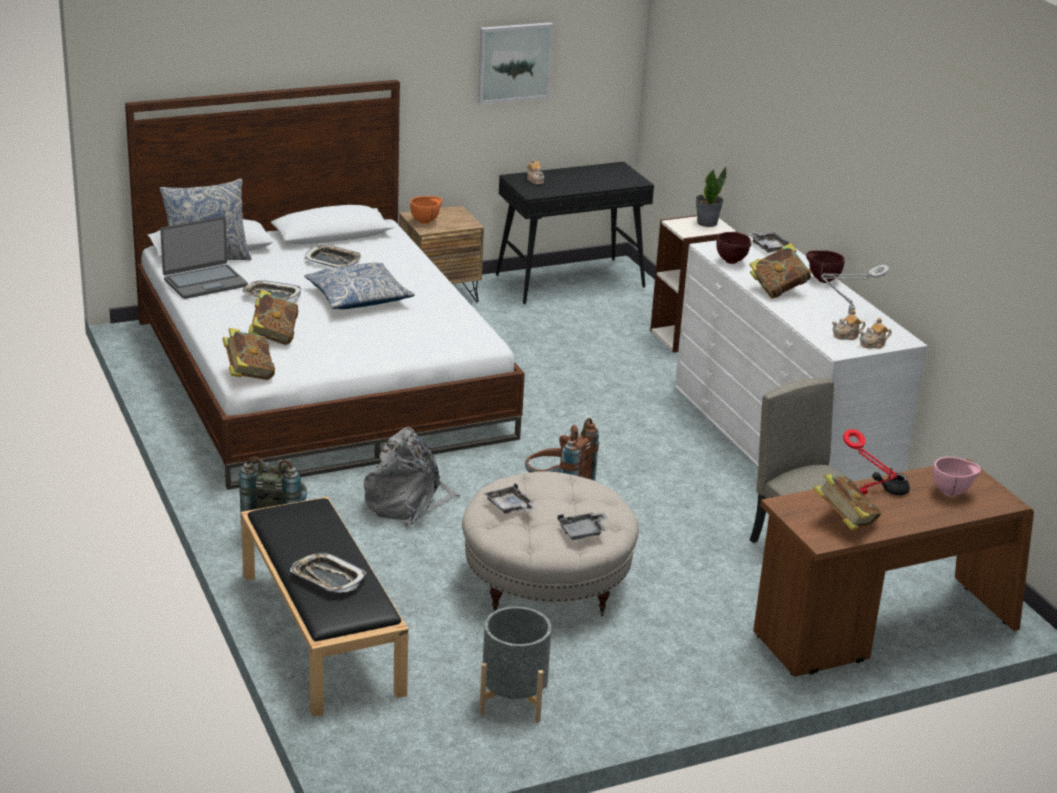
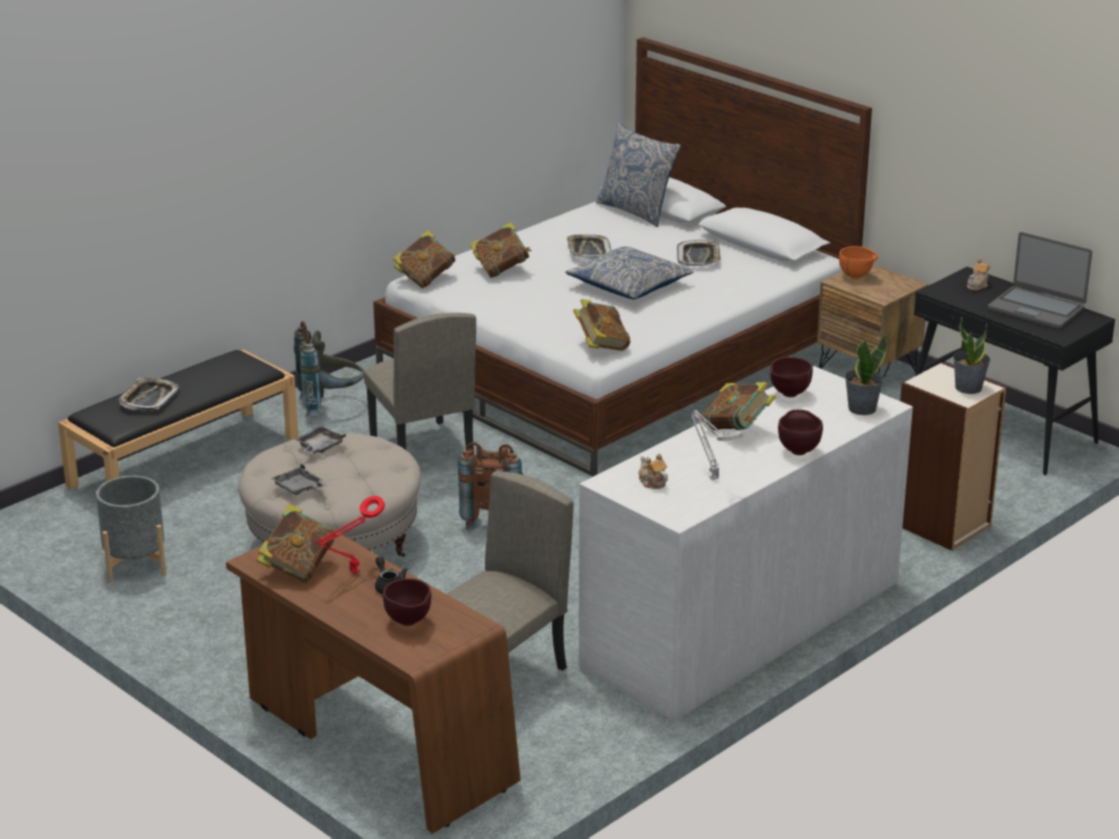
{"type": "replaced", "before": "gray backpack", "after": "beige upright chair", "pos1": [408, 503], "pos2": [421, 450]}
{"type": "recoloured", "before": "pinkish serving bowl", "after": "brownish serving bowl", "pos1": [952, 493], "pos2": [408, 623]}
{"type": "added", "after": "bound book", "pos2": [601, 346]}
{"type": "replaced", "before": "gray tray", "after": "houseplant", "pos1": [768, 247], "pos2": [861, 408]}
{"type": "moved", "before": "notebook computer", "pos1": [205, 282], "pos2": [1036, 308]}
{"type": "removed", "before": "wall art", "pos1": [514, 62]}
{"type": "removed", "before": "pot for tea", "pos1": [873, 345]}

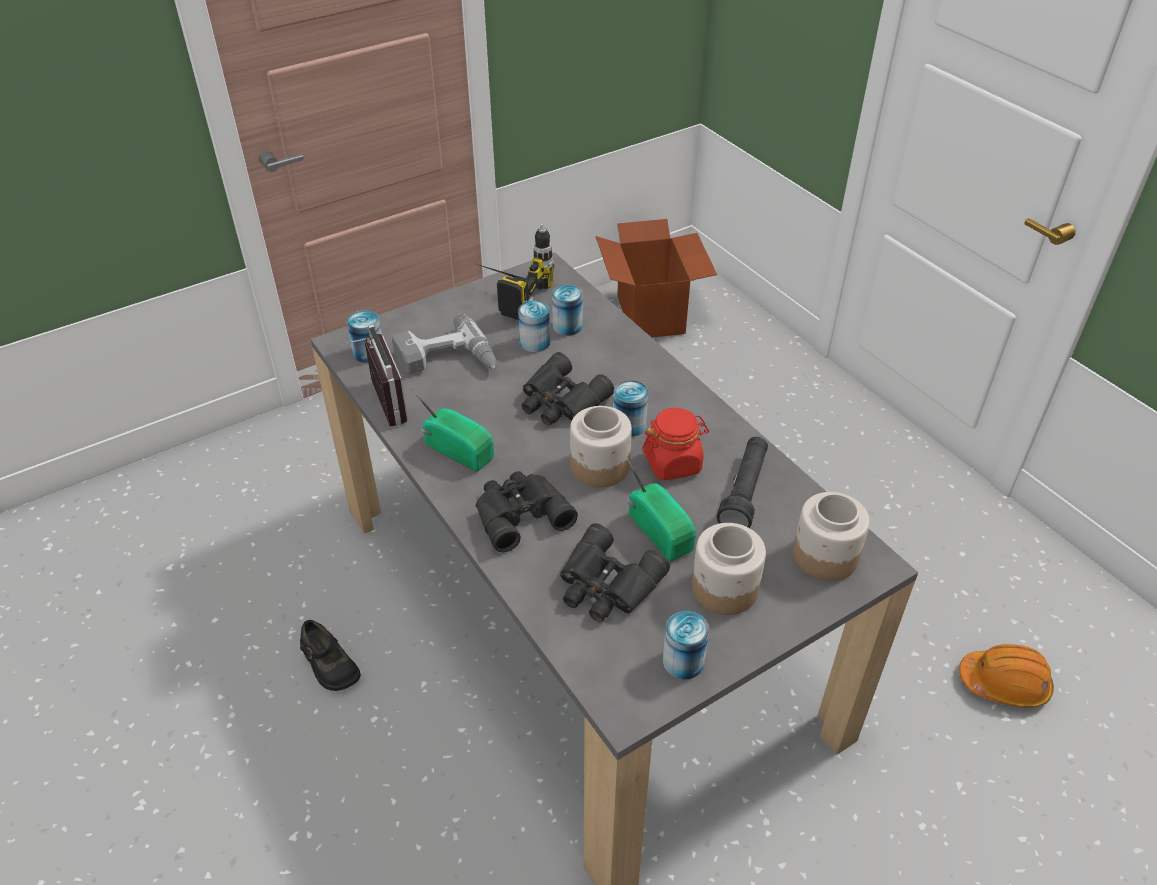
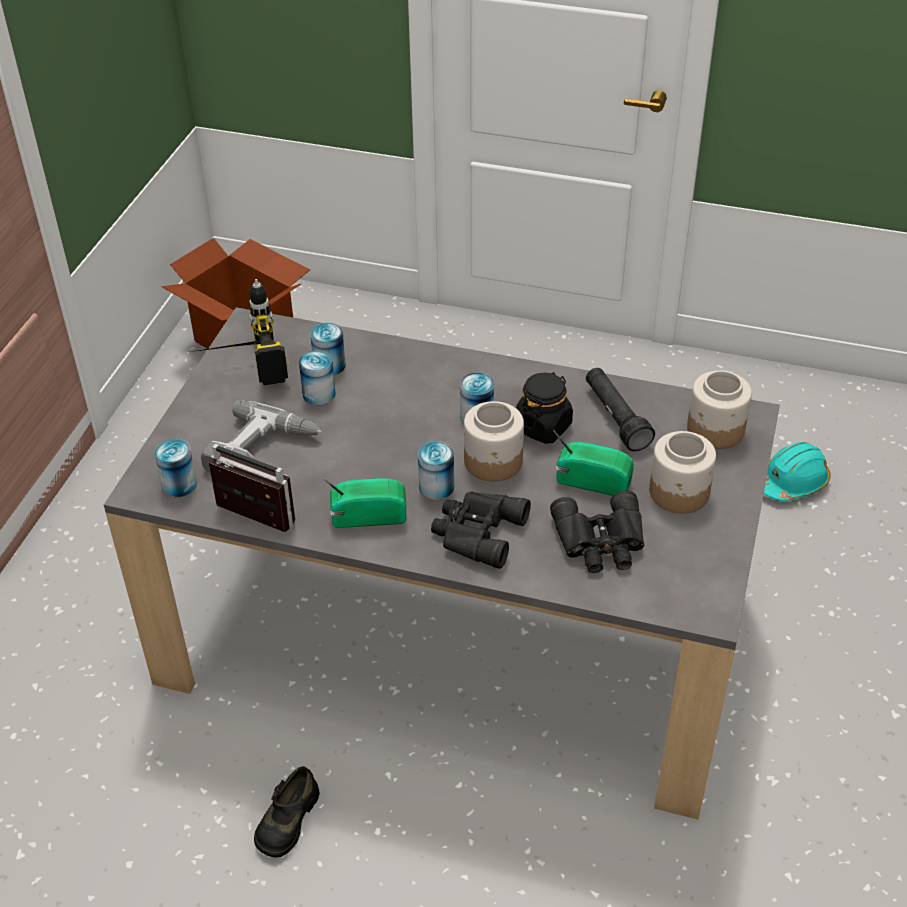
{"type": "turned", "before": "blackish shoe", "pos1": [329, 664], "pos2": [287, 820], "turn": 105}
{"type": "moved", "before": "sealed can", "pos1": [683, 661], "pos2": [436, 487]}
{"type": "recoloured", "before": "red preserve jar", "after": "blackish preserve jar", "pos1": [673, 463], "pos2": [543, 427]}
{"type": "recoloured", "before": "orange-coloured safety helmet", "after": "blue-green safety helmet", "pos1": [1004, 683], "pos2": [791, 482]}
{"type": "removed", "before": "blackish pair of binoculars", "pos1": [560, 401]}

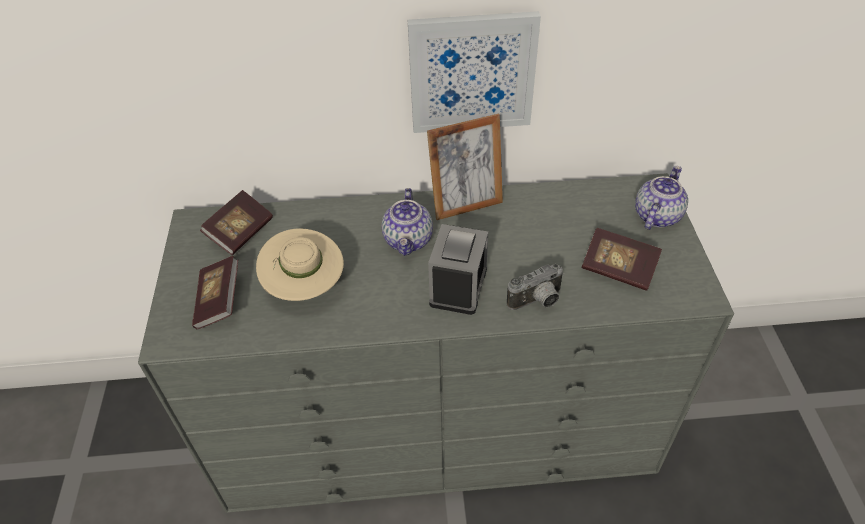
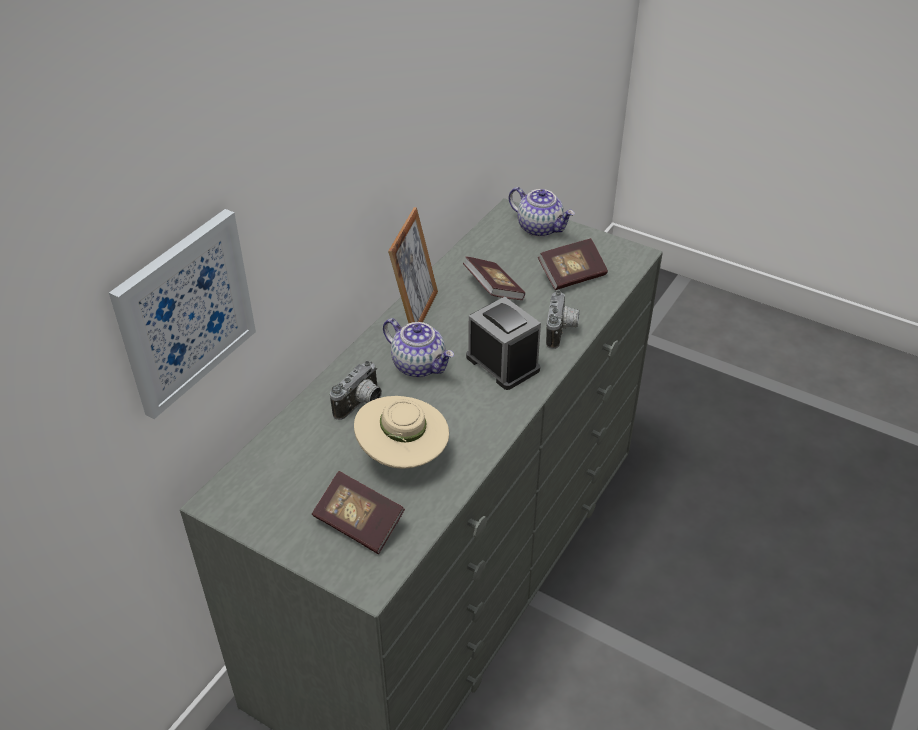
{"type": "moved", "before": "wall art", "pos1": [472, 73], "pos2": [185, 312]}
{"type": "added", "after": "still camera", "pos2": [361, 404]}
{"type": "moved", "before": "bound book", "pos1": [240, 232], "pos2": [493, 290]}
{"type": "turned", "before": "pot for tea", "pos1": [656, 215], "pos2": [540, 228], "turn": 150}

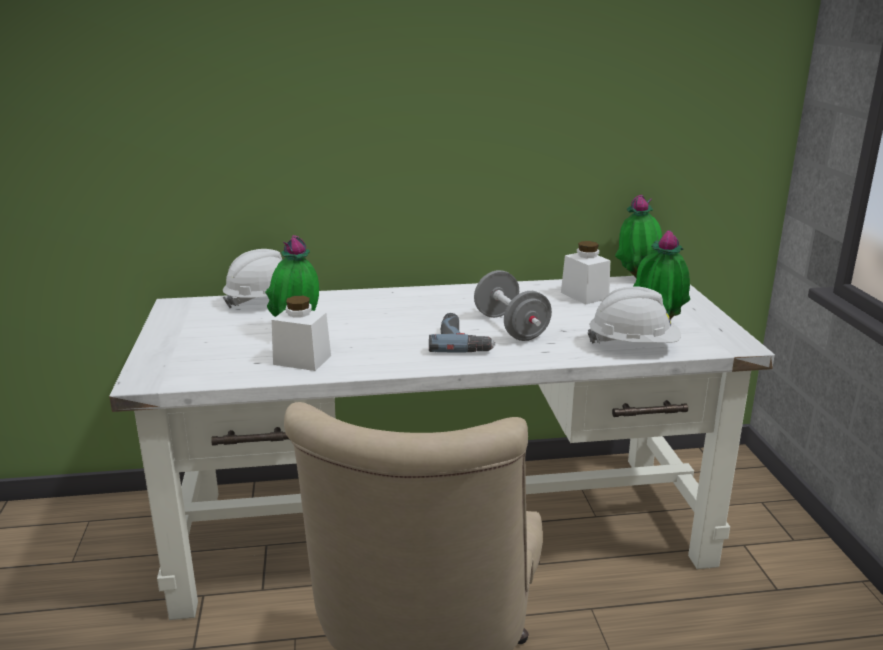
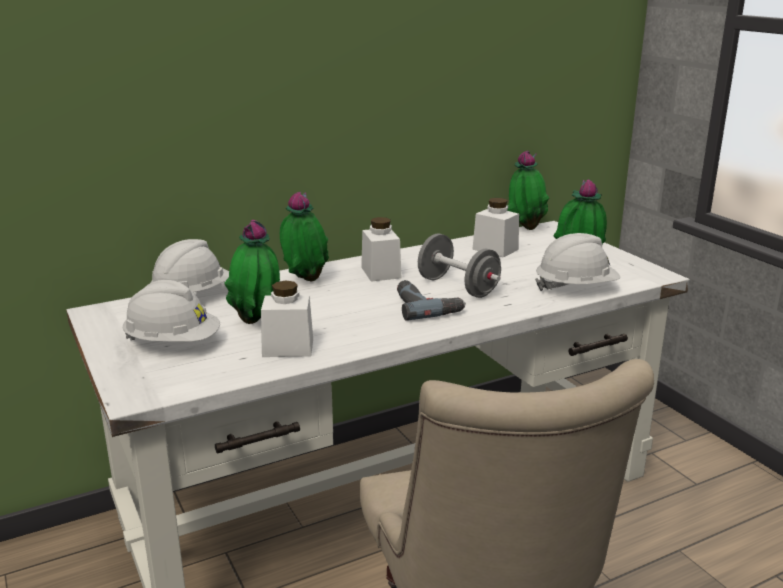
{"type": "added", "after": "whitish safety helmet", "pos2": [173, 343]}
{"type": "added", "after": "houseplant", "pos2": [304, 281]}
{"type": "added", "after": "whitish preserve jar", "pos2": [381, 272]}

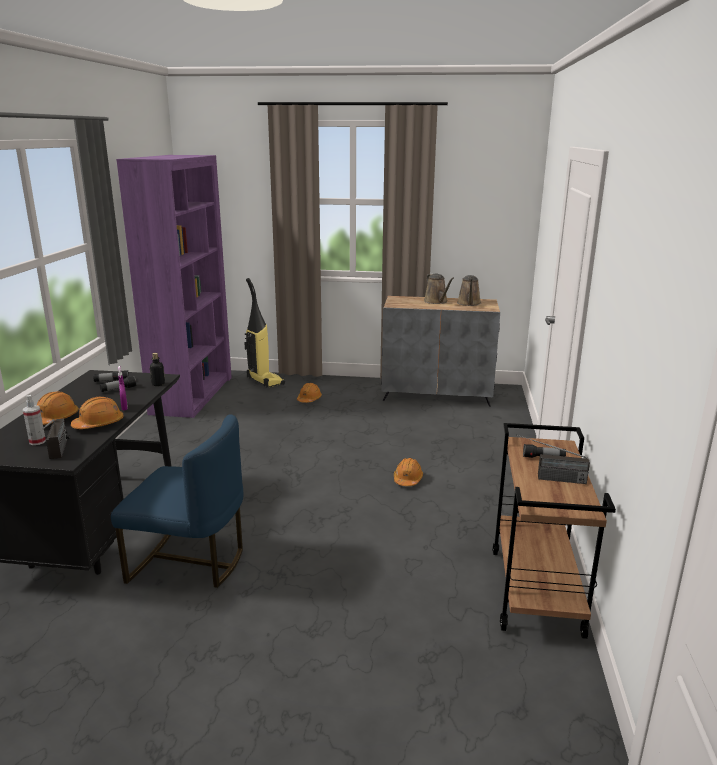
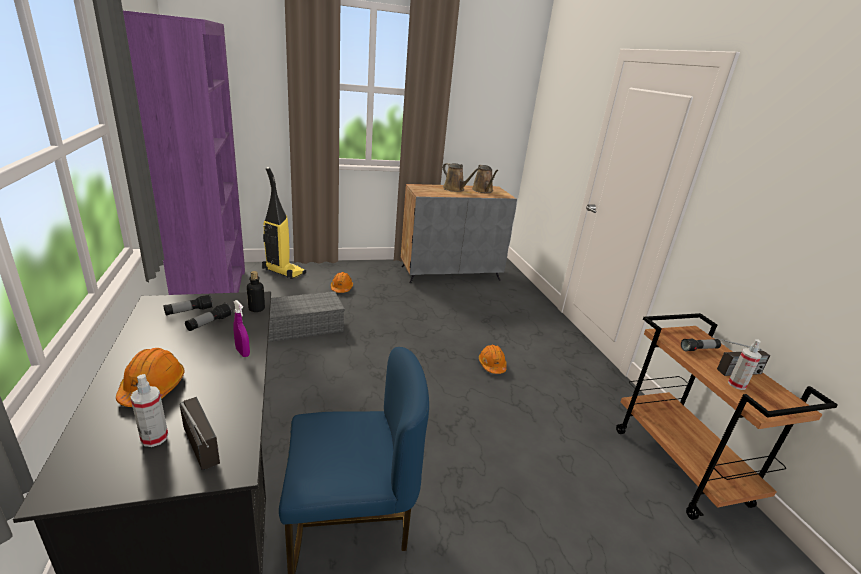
{"type": "added", "after": "gray storage box", "pos2": [301, 326]}
{"type": "added", "after": "sprayer", "pos2": [736, 384]}
{"type": "removed", "before": "orange-coloured safety helmet", "pos1": [99, 424]}

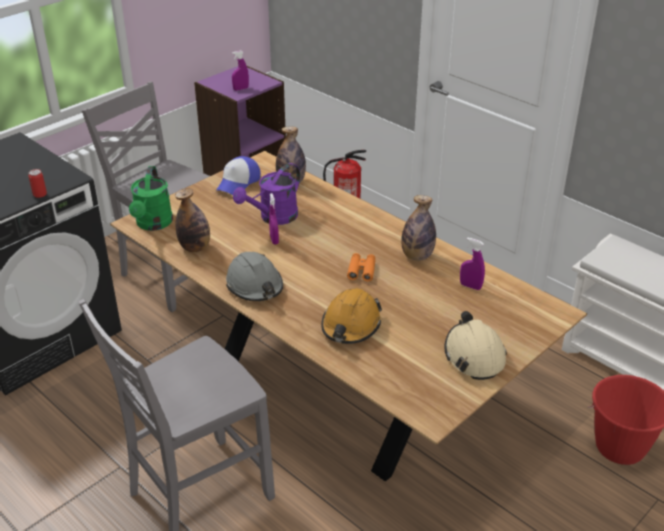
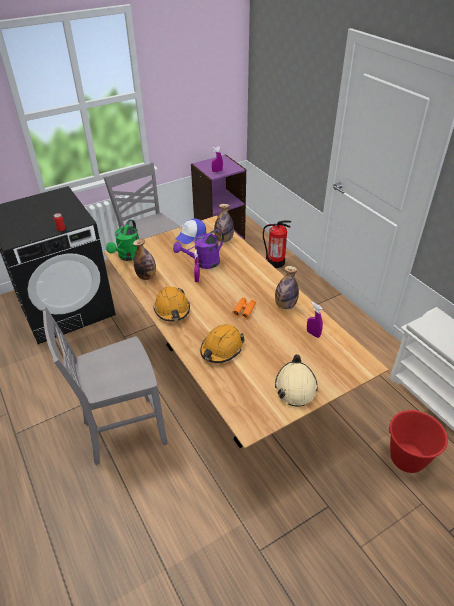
{"type": "recoloured", "before": "gray safety helmet", "after": "orange-coloured safety helmet", "pos1": [255, 286], "pos2": [172, 309]}

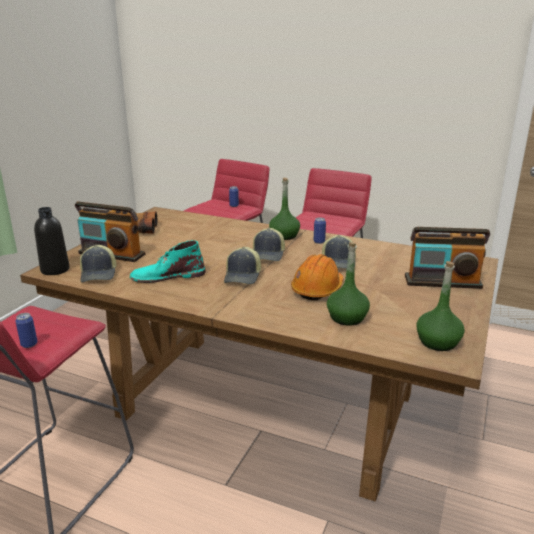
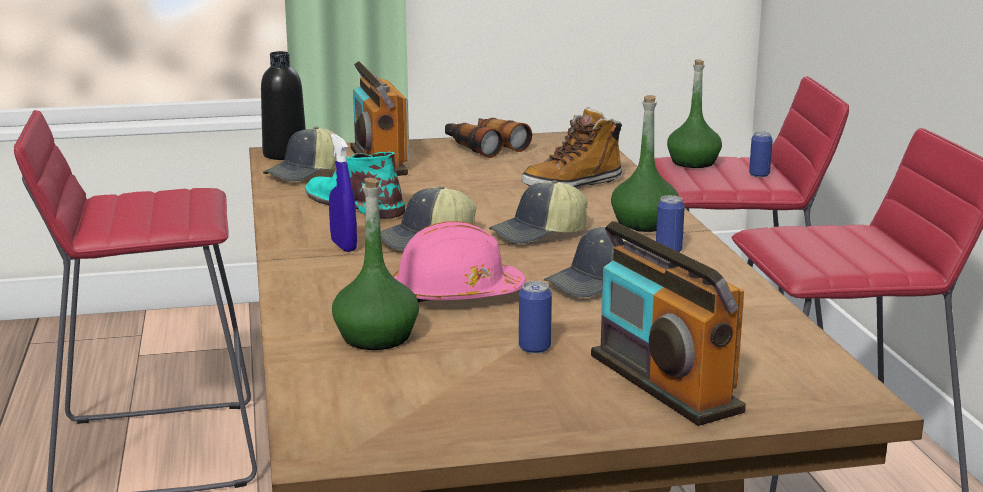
{"type": "added", "after": "bluish sprayer", "pos2": [343, 246]}
{"type": "recoloured", "before": "orange-coloured safety helmet", "after": "pinkish safety helmet", "pos1": [317, 289], "pos2": [456, 295]}
{"type": "moved", "before": "sealed can", "pos1": [29, 344], "pos2": [534, 348]}
{"type": "added", "after": "high-top boot", "pos2": [572, 185]}
{"type": "moved", "before": "greenish drink bottle", "pos1": [438, 342], "pos2": [693, 163]}

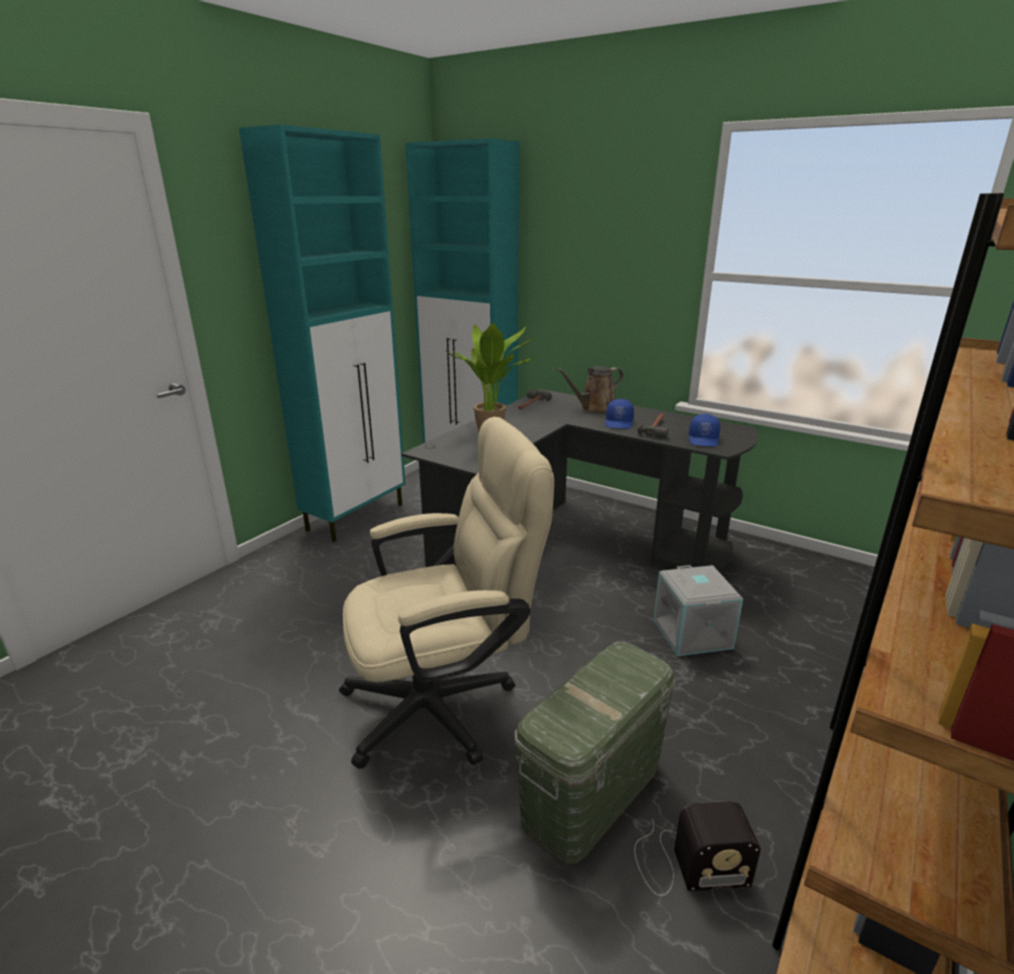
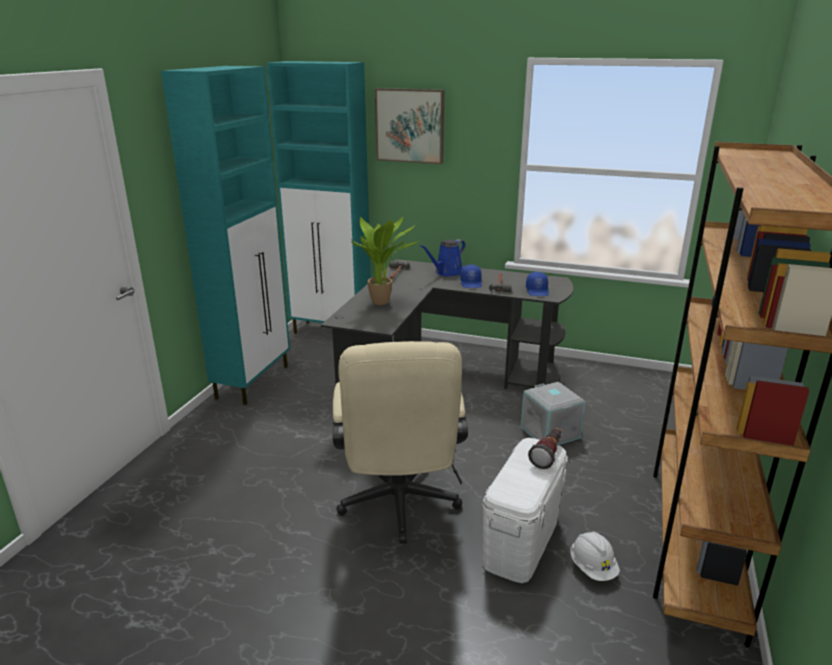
{"type": "turned", "before": "beige desk chair", "pos1": [445, 704], "pos2": [399, 507], "turn": 120}
{"type": "added", "after": "wall art", "pos2": [410, 125]}
{"type": "recoloured", "before": "brownish sprinkling can", "after": "bluish sprinkling can", "pos1": [595, 408], "pos2": [447, 272]}
{"type": "recoloured", "before": "greenish storage box", "after": "whitish storage box", "pos1": [592, 793], "pos2": [522, 541]}
{"type": "added", "after": "hand torch", "pos2": [548, 455]}
{"type": "replaced", "before": "radio", "after": "whitish safety helmet", "pos1": [686, 864], "pos2": [592, 568]}

